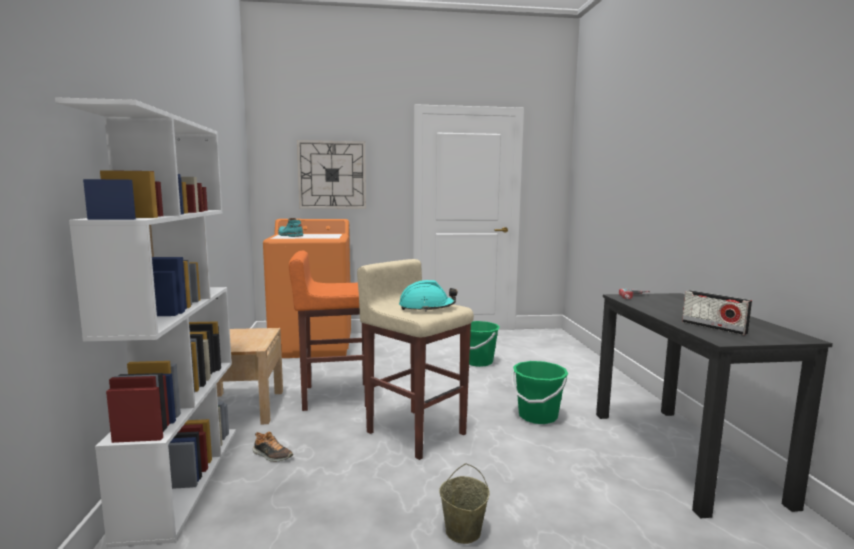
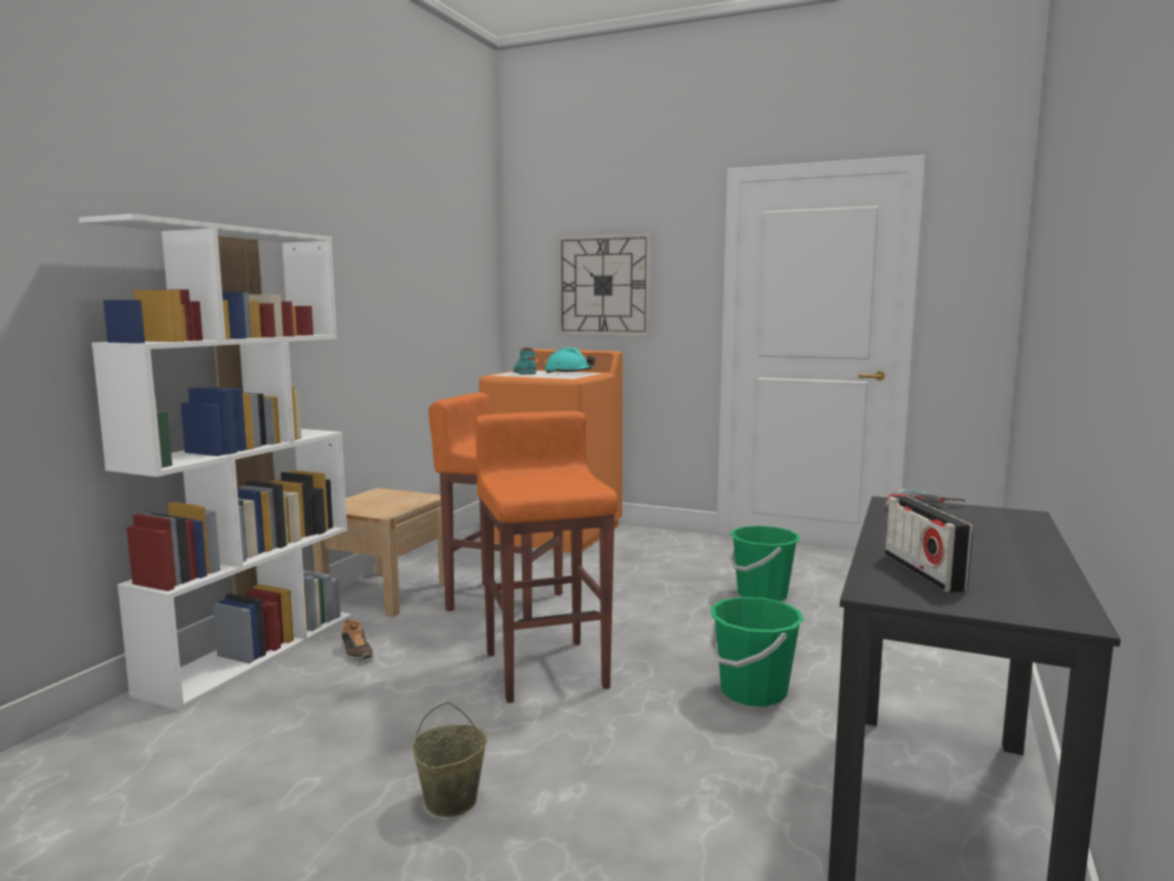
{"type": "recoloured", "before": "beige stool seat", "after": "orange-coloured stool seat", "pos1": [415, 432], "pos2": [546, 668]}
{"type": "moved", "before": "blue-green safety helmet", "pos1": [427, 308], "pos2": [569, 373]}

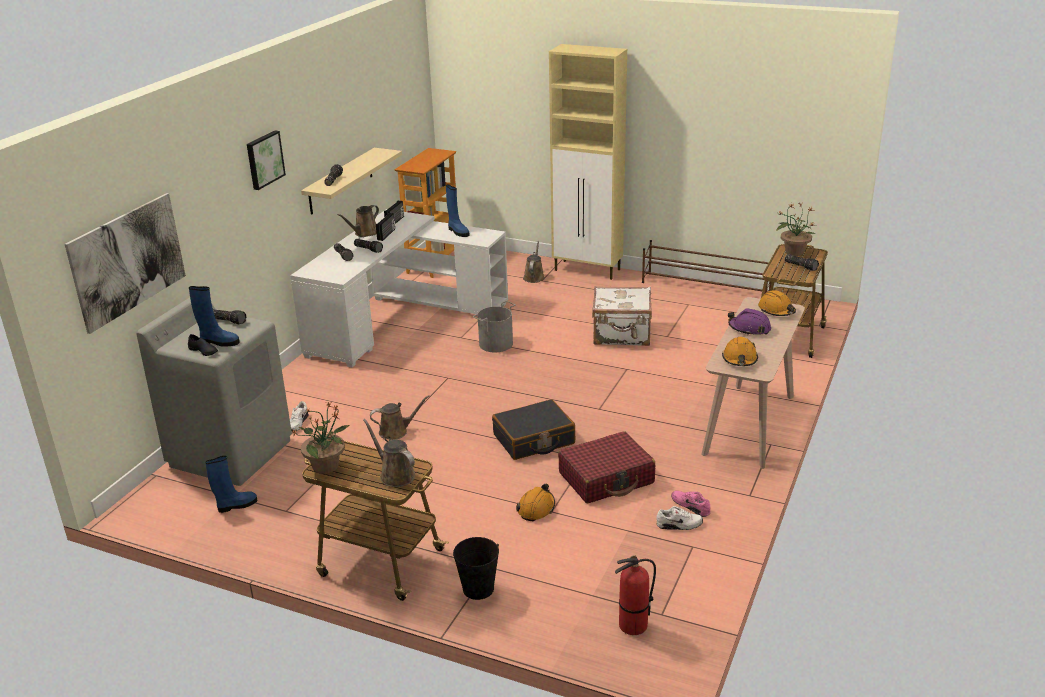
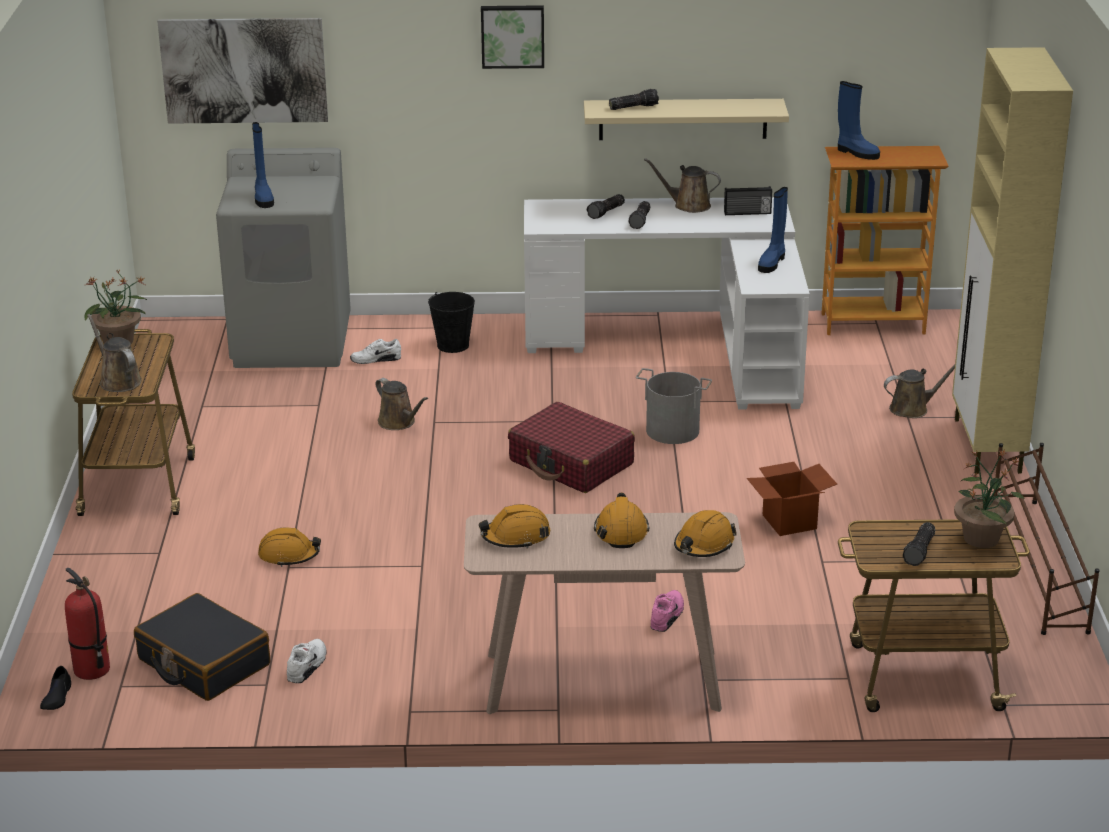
{"type": "moved", "before": "blackish shoe", "pos1": [203, 351], "pos2": [57, 697]}
{"type": "turned", "before": "brownish sprinkling can", "pos1": [395, 475], "pos2": [118, 381], "turn": -60}
{"type": "moved", "before": "blackish piece of luggage", "pos1": [534, 439], "pos2": [203, 662]}
{"type": "turned", "before": "whitish shoe", "pos1": [679, 525], "pos2": [308, 666], "turn": -135}
{"type": "moved", "before": "blackish pail", "pos1": [478, 588], "pos2": [453, 345]}
{"type": "moved", "before": "red piece of luggage", "pos1": [606, 478], "pos2": [571, 463]}
{"type": "recoloured", "before": "purple safety helmet", "after": "orange-coloured safety helmet", "pos1": [749, 329], "pos2": [621, 531]}
{"type": "moved", "before": "pinkish shoe", "pos1": [691, 506], "pos2": [668, 616]}
{"type": "replaced", "before": "whitish piece of luggage", "after": "carton", "pos1": [622, 335], "pos2": [789, 522]}
{"type": "moved", "before": "bluish high-top boot", "pos1": [236, 505], "pos2": [856, 153]}
{"type": "removed", "before": "hand torch", "pos1": [228, 320]}
{"type": "removed", "before": "radio", "pos1": [387, 234]}

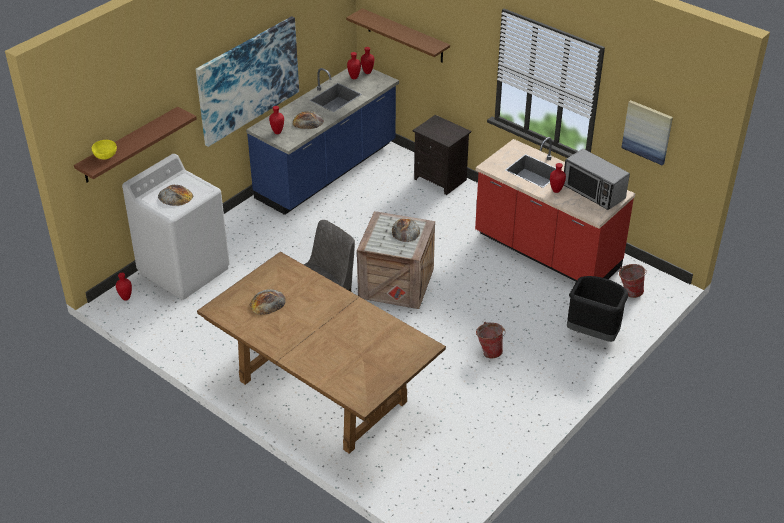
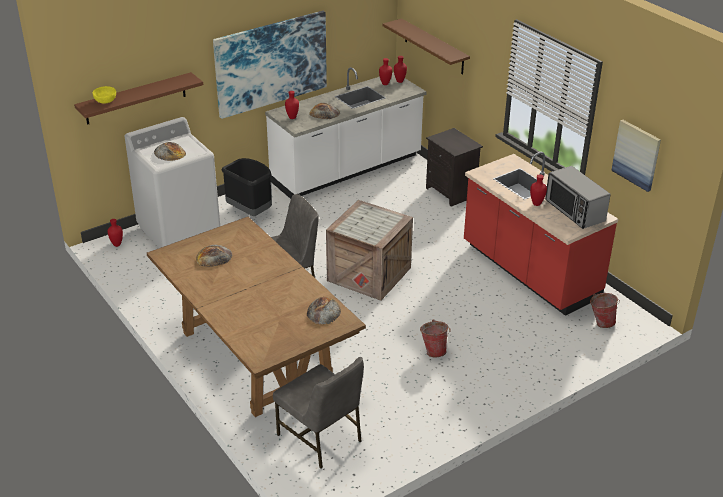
{"type": "moved", "before": "blackish trash can", "pos1": [593, 333], "pos2": [250, 212]}
{"type": "recoloured", "before": "bluish counter", "after": "whitish counter", "pos1": [327, 171], "pos2": [347, 170]}
{"type": "added", "after": "gray upright chair", "pos2": [321, 438]}
{"type": "moved", "before": "bread", "pos1": [405, 231], "pos2": [323, 311]}

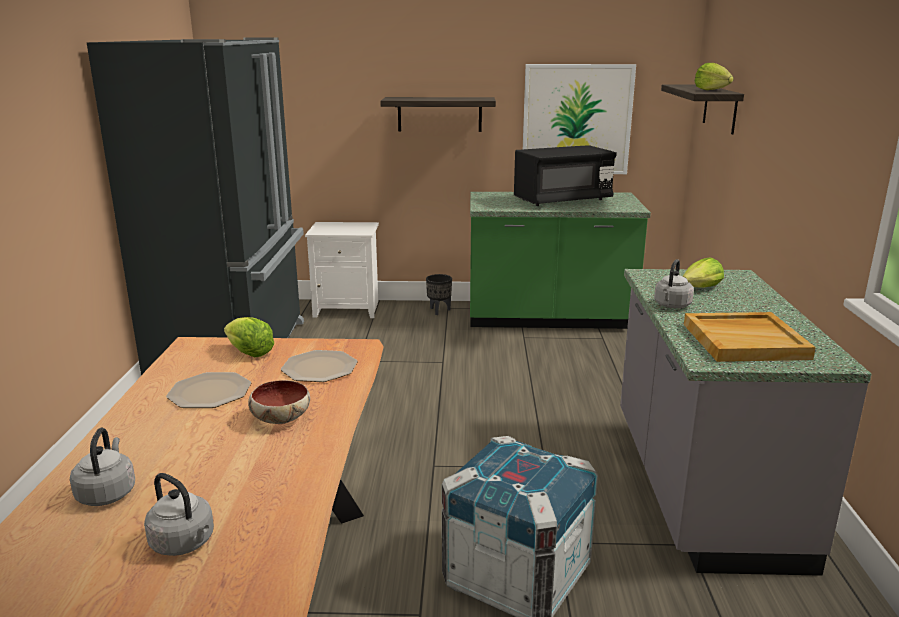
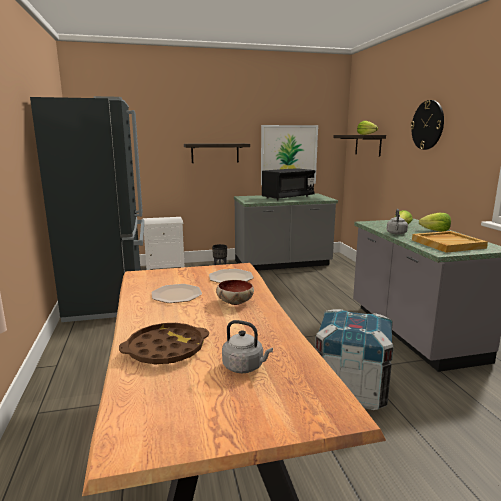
{"type": "replaced", "before": "gray tea kettle", "after": "brownish tray", "pos1": [107, 493], "pos2": [166, 349]}
{"type": "recoloured", "before": "greenish counter", "after": "gray counter", "pos1": [549, 318], "pos2": [282, 264]}
{"type": "added", "after": "clock on the wall", "pos2": [427, 125]}
{"type": "moved", "before": "head of lettuce", "pos1": [249, 353], "pos2": [435, 231]}

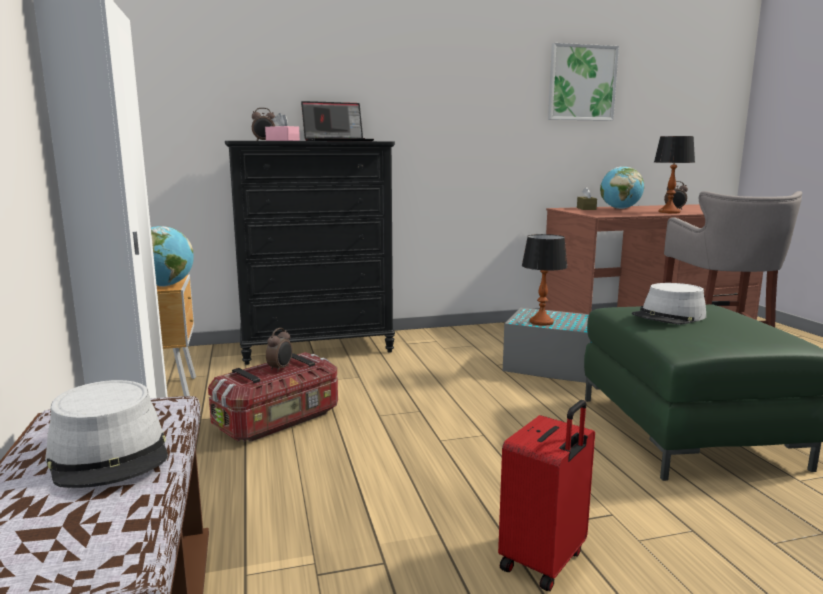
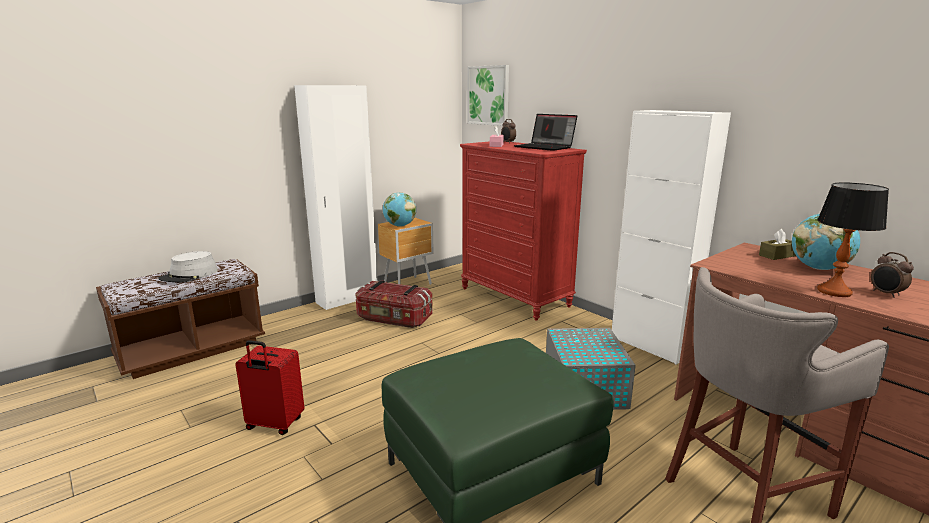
{"type": "recoloured", "before": "blackish drawer chest", "after": "red drawer chest", "pos1": [317, 347], "pos2": [515, 297]}
{"type": "moved", "before": "wall art", "pos1": [582, 83], "pos2": [488, 95]}
{"type": "added", "after": "whitish cabinet", "pos2": [650, 345]}
{"type": "removed", "before": "table clock", "pos1": [280, 368]}
{"type": "removed", "before": "lamp for a table", "pos1": [541, 322]}
{"type": "removed", "before": "gray wearable hat", "pos1": [669, 316]}

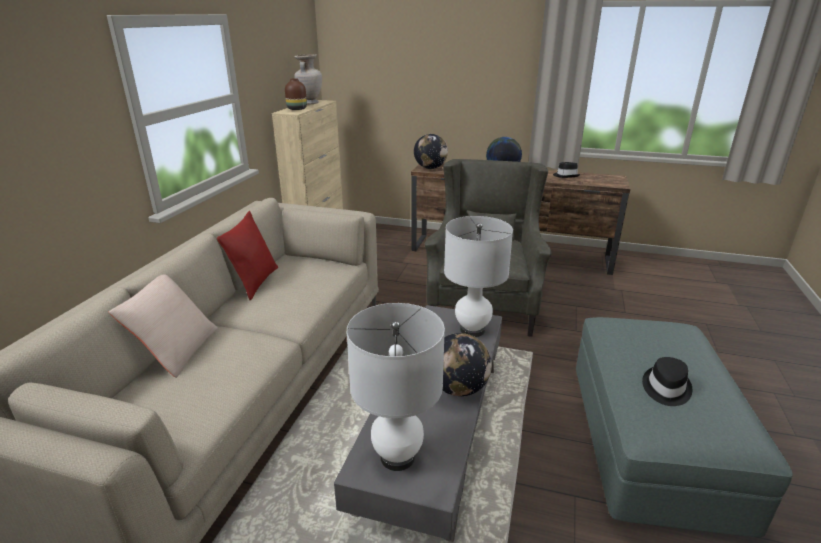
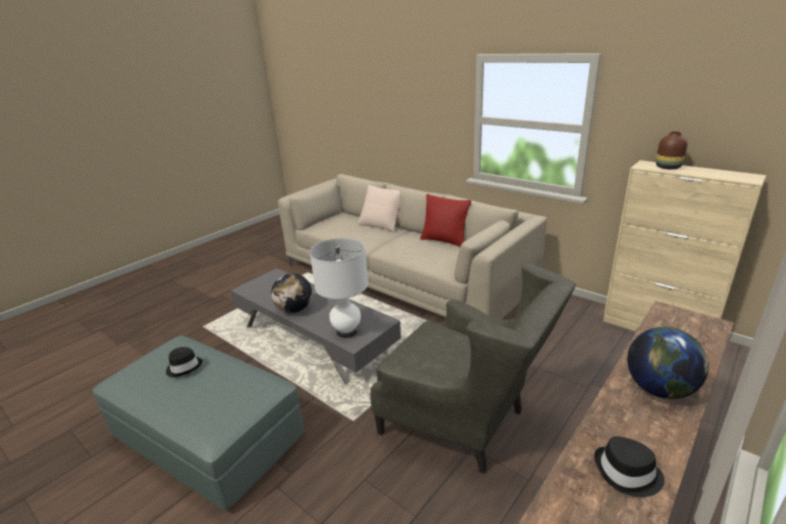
{"type": "removed", "before": "beige vase", "pos1": [310, 103]}
{"type": "removed", "before": "whitish lamp for a table", "pos1": [397, 457]}
{"type": "removed", "before": "globe", "pos1": [430, 168]}

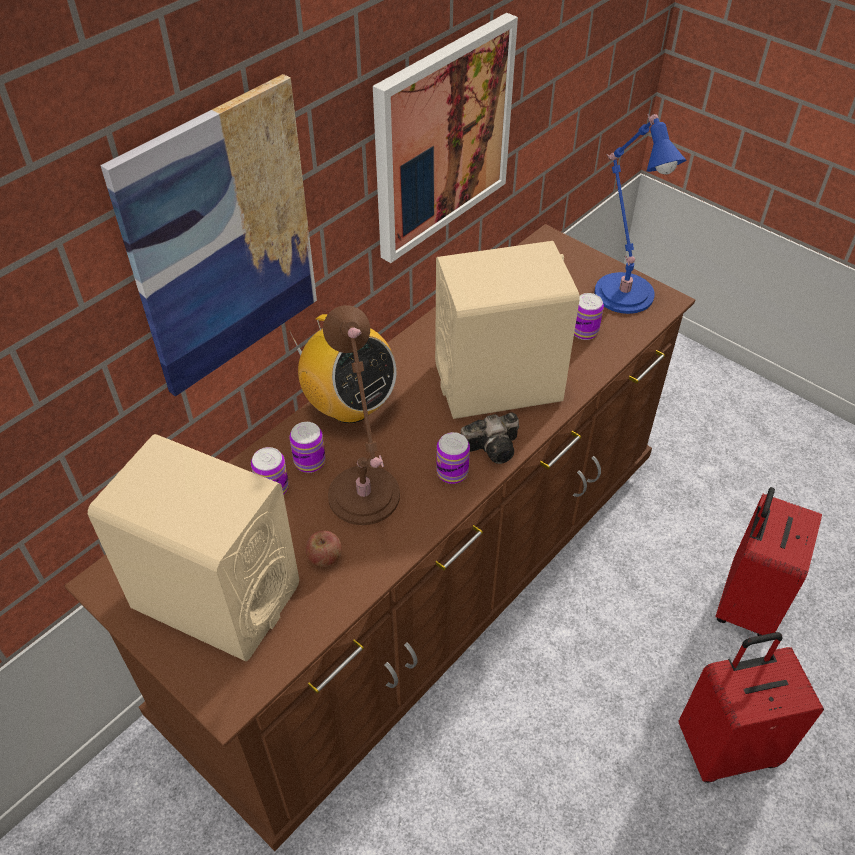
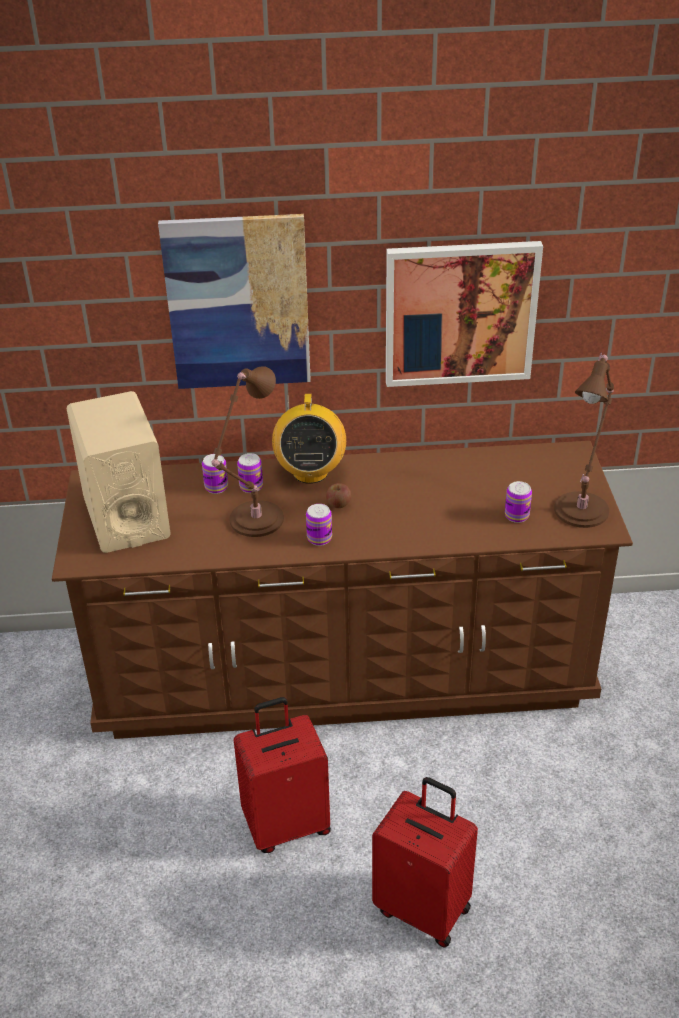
{"type": "moved", "before": "red piece of luggage", "pos1": [745, 603], "pos2": [286, 824]}
{"type": "moved", "before": "apple", "pos1": [325, 557], "pos2": [338, 504]}
{"type": "recoloured", "before": "bluish lamp for a table", "after": "brownish lamp for a table", "pos1": [622, 290], "pos2": [583, 507]}
{"type": "removed", "before": "beige loudspeaker", "pos1": [498, 382]}
{"type": "removed", "before": "still camera", "pos1": [494, 447]}

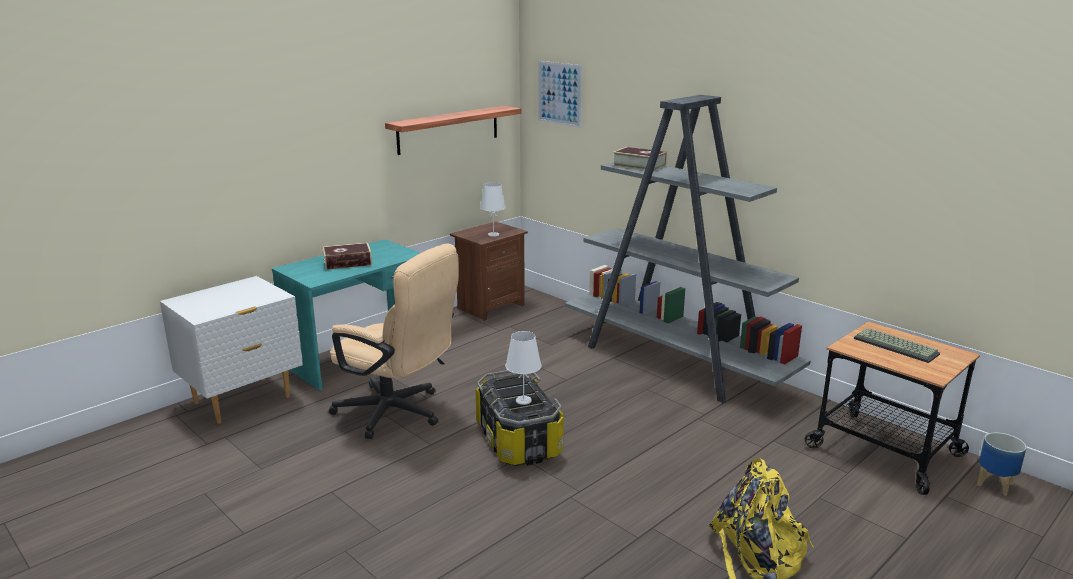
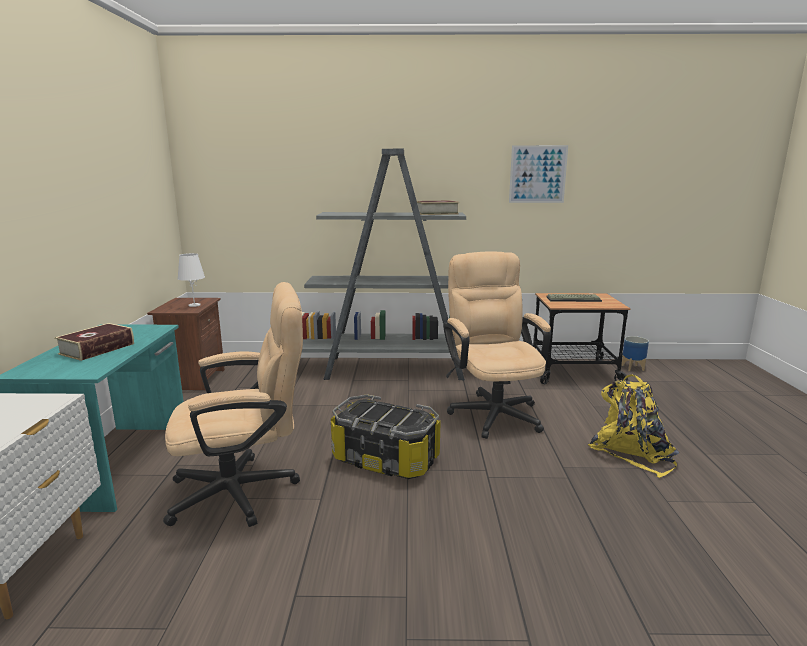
{"type": "moved", "before": "bound book", "pos1": [639, 165], "pos2": [436, 213]}
{"type": "added", "after": "beige desk chair", "pos2": [492, 411]}
{"type": "moved", "before": "wall art", "pos1": [559, 93], "pos2": [538, 174]}
{"type": "removed", "before": "shelf", "pos1": [448, 129]}
{"type": "removed", "before": "whitish lamp for a table", "pos1": [523, 400]}

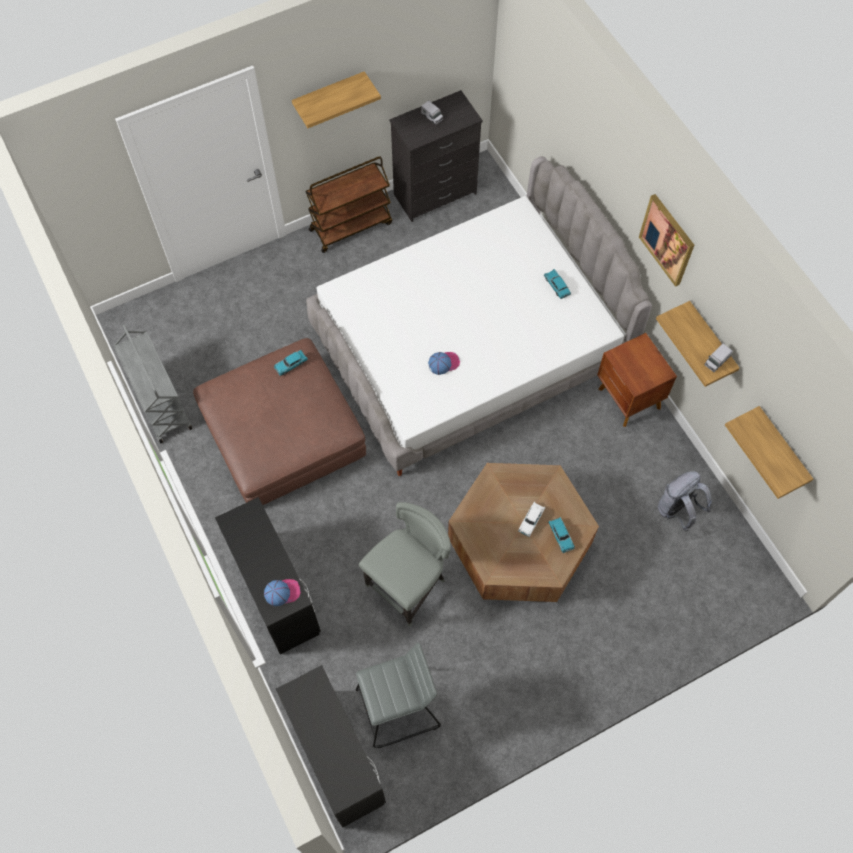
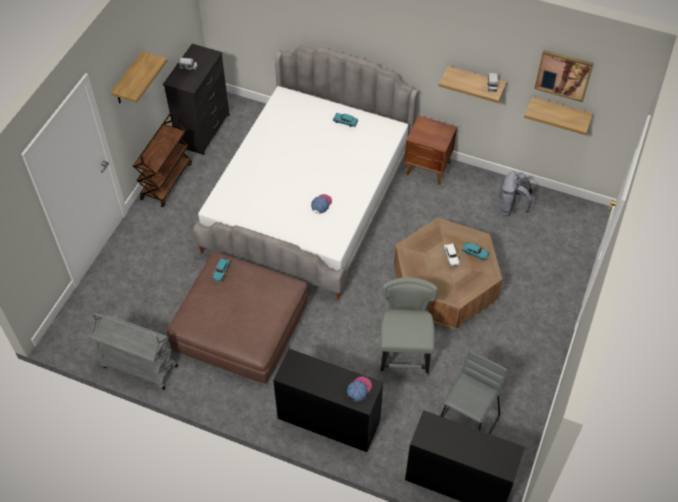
{"type": "moved", "before": "wall art", "pos1": [667, 239], "pos2": [563, 75]}

